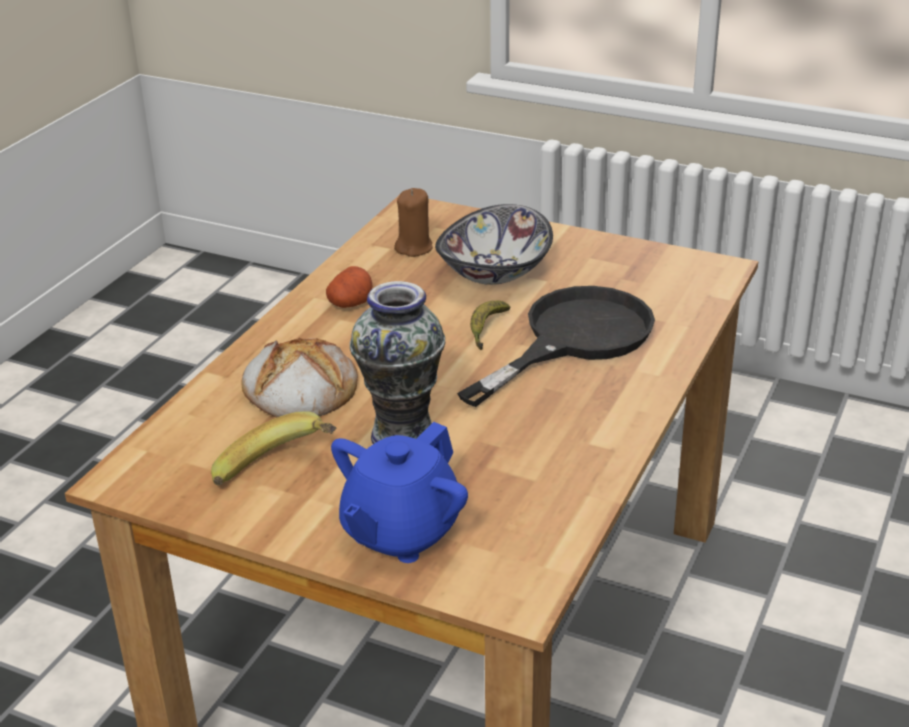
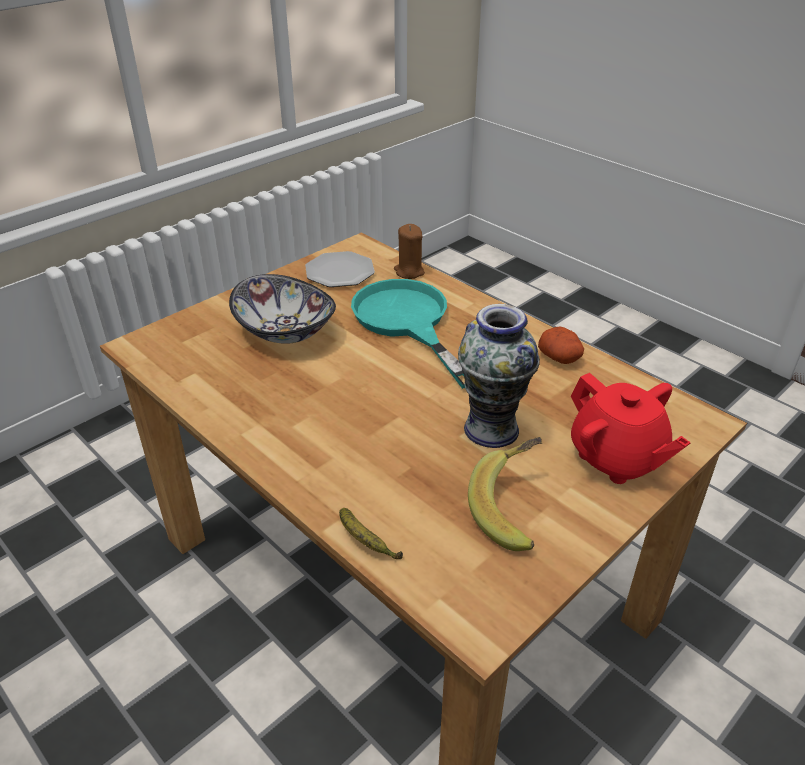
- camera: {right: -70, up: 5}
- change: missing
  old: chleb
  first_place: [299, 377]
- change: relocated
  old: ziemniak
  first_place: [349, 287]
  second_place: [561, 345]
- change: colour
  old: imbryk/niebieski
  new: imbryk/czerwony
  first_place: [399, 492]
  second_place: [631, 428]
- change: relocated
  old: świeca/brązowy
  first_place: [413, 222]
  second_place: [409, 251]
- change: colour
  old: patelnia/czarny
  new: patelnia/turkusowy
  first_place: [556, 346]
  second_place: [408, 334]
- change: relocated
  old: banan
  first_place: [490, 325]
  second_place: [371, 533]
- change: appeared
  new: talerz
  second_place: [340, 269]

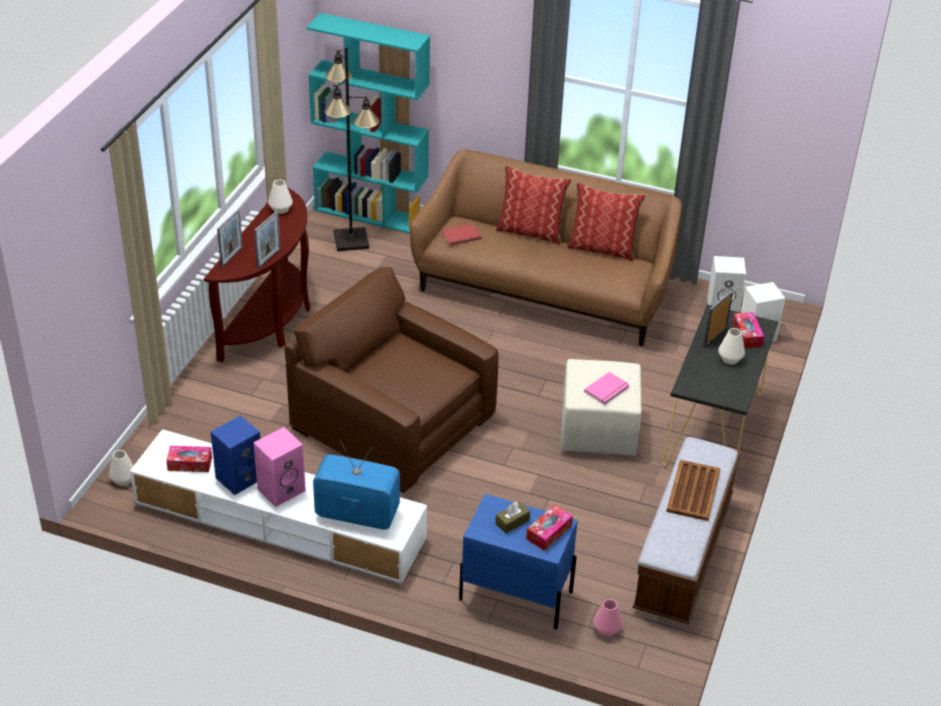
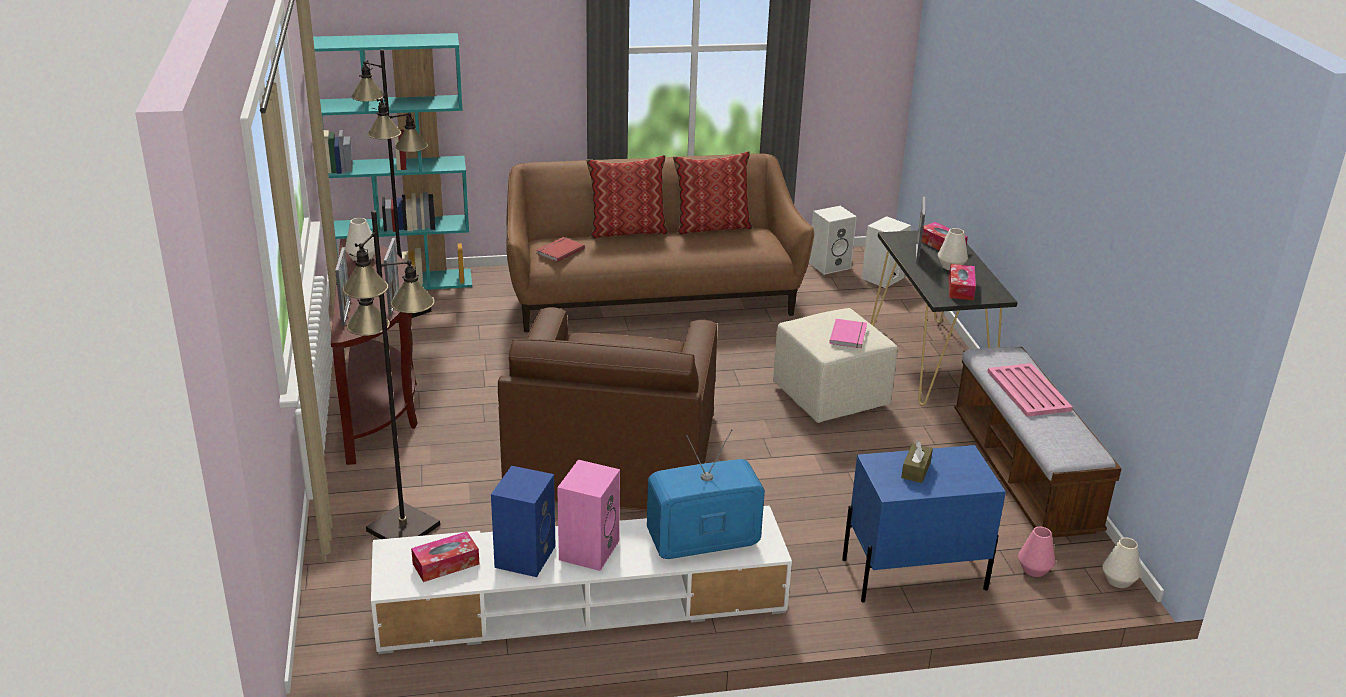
- camera: {right: -30, up: -10}
- change: relocated
  old: wazon/biały
  first_place: [121, 468]
  second_place: [1121, 562]
- change: spun
  old: fotel/brązowy
  first_place: [391, 380]
  second_place: [607, 409]
  degrees: -90
- change: relocated
  old: pudełko chusteczek
  first_place: [549, 527]
  second_place: [962, 282]
- change: colour
  old: taca/brązowy
  new: taca/różowy
  first_place: [693, 490]
  second_place: [1030, 390]
- change: appeared
  new: lampa stojąca/czarny
  second_place: [391, 375]

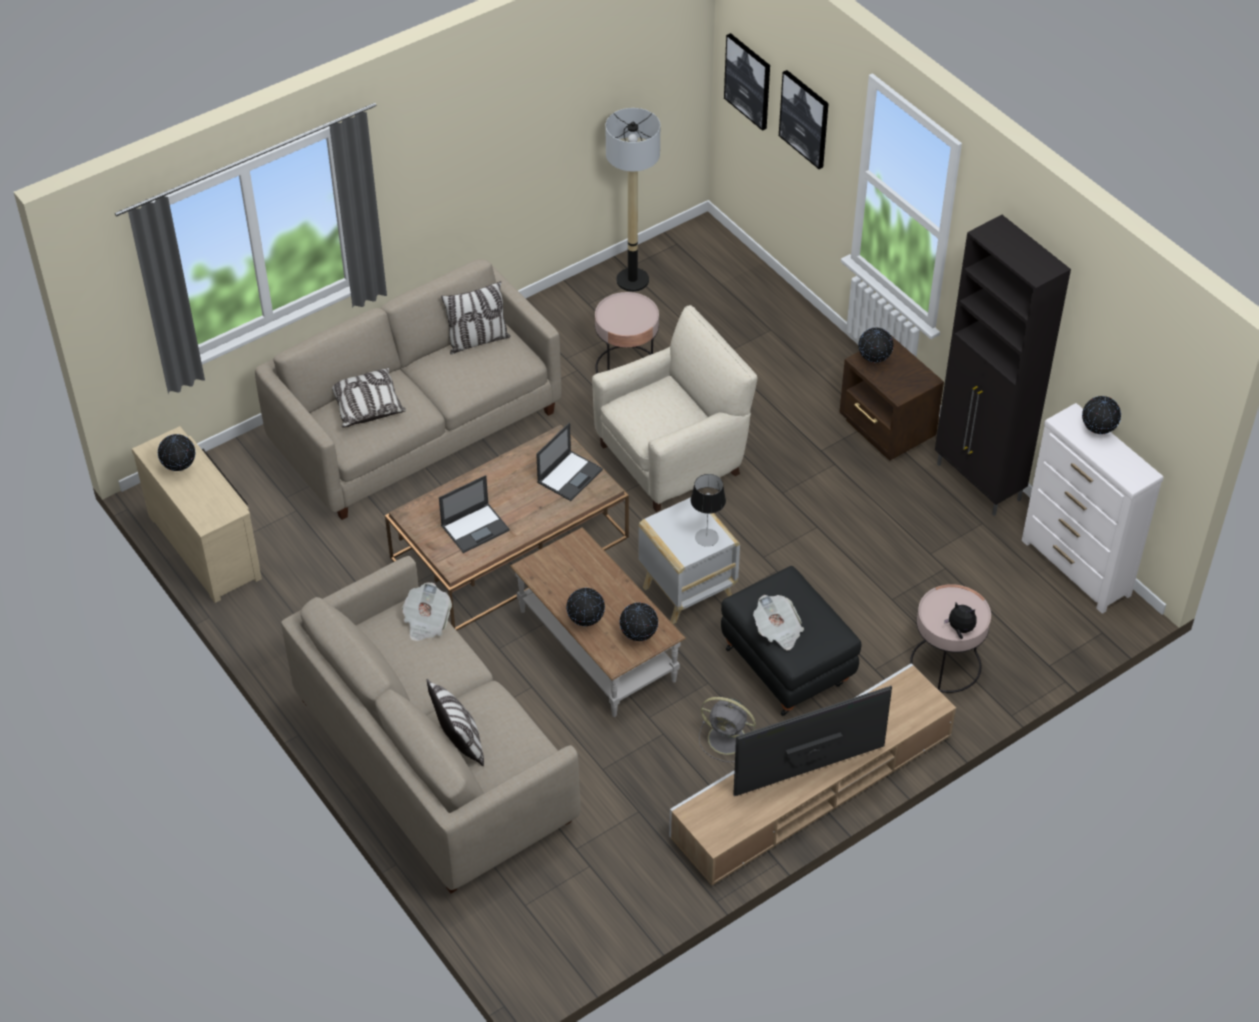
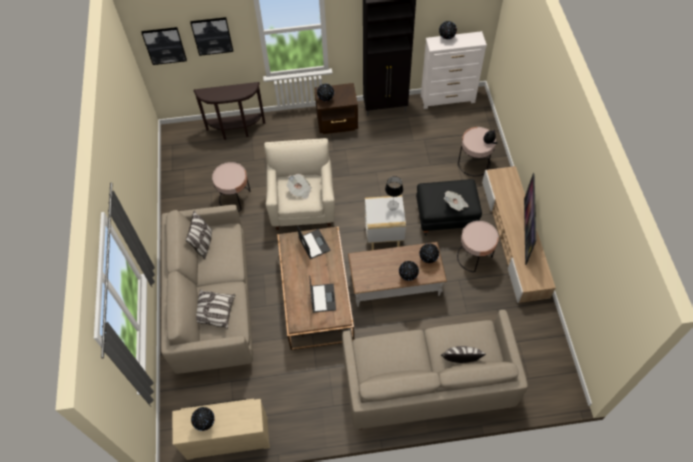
- camera: {right: -60, up: 10}
- change: relocated
  old: gazeta
  first_place: [427, 611]
  second_place: [299, 186]
- change: missing
  old: lampa stojąca
  first_place: [633, 200]
- change: exchanged
  old: wentylator/szary
  new: stolik/różowy
  first_place: [727, 729]
  second_place: [478, 246]
- change: appeared
  new: stolik konsolowy/brązowy
  second_place: [229, 111]

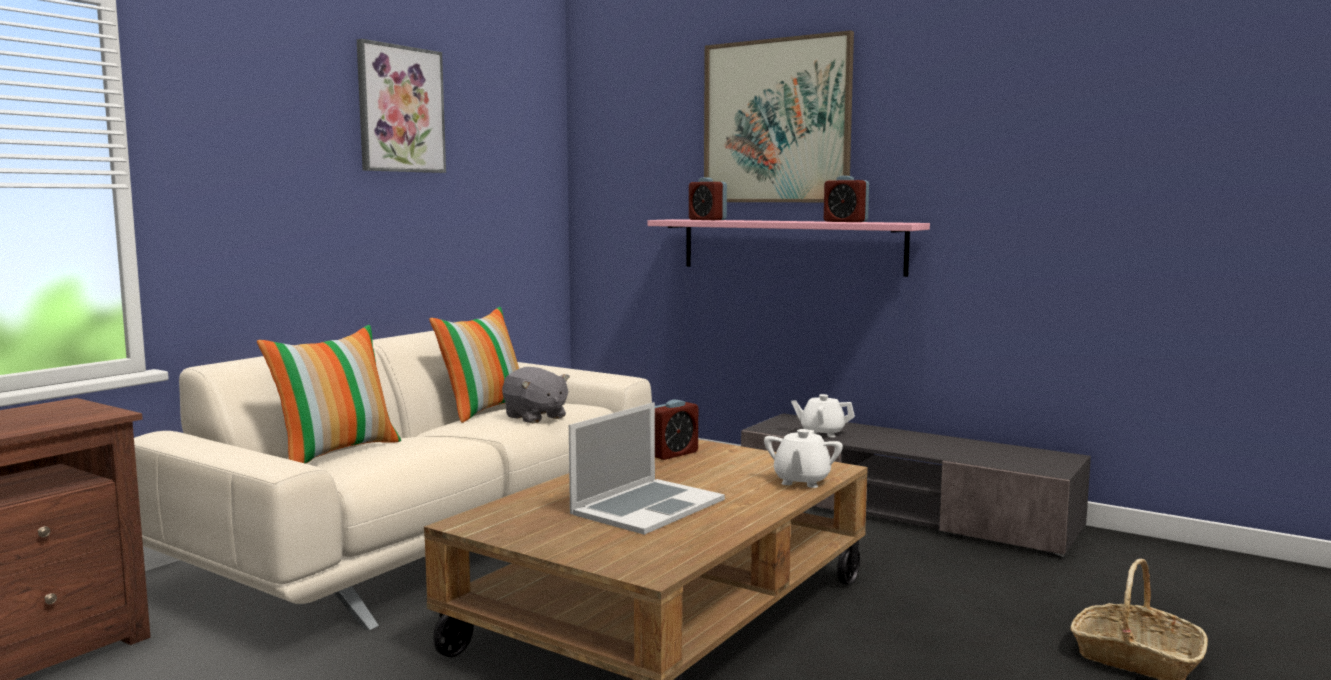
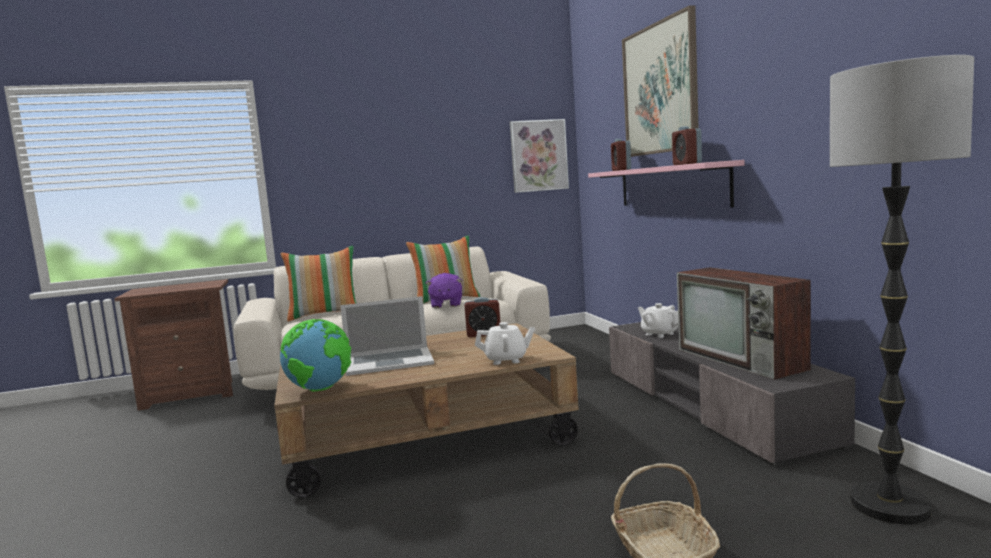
- camera: {right: 40, up: 0}
- change: relocated
  old: obraz
  first_place: [401, 106]
  second_place: [539, 156]
- change: colour
  old: pluszak/szary
  new: pluszak/fioletowy
  first_place: [536, 395]
  second_place: [444, 290]
- change: spun
  old: imbryk/biały
  first_place: [803, 458]
  second_place: [505, 343]
  degrees: -150
- change: appeared
  new: globus
  second_place: [315, 355]
- change: appeared
  new: telewizor
  second_place: [743, 323]
- change: appeared
  new: lampa stojąca
  second_place: [902, 289]

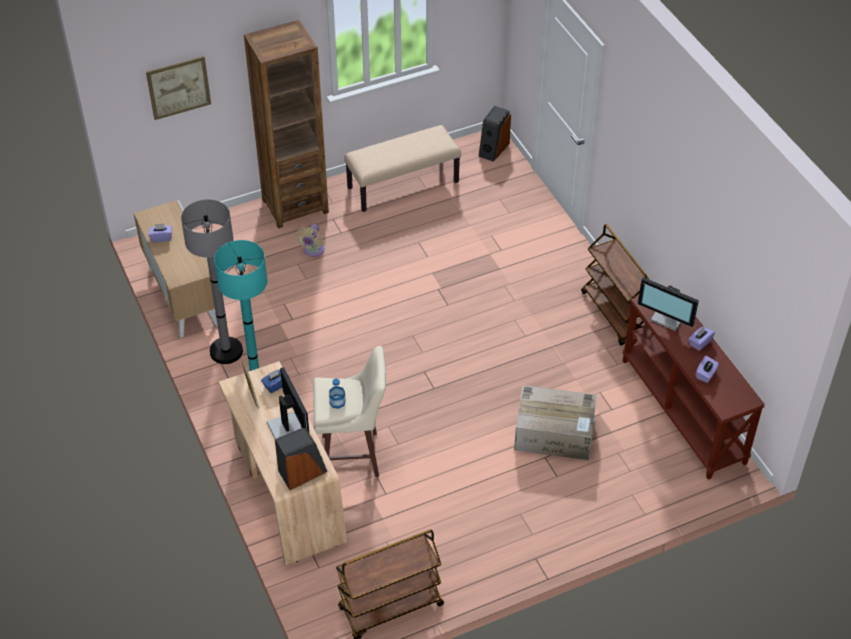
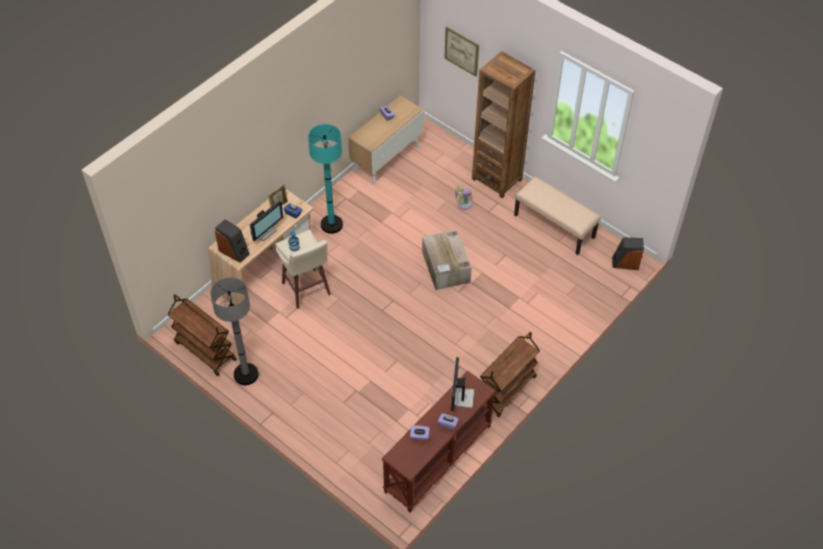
- camera: {right: 65, up: 5}
- change: relocated
  old: lampa stojąca/szary
  first_place: [212, 281]
  second_place: [234, 331]
- change: relocated
  old: karton
  first_place: [555, 422]
  second_place: [447, 260]

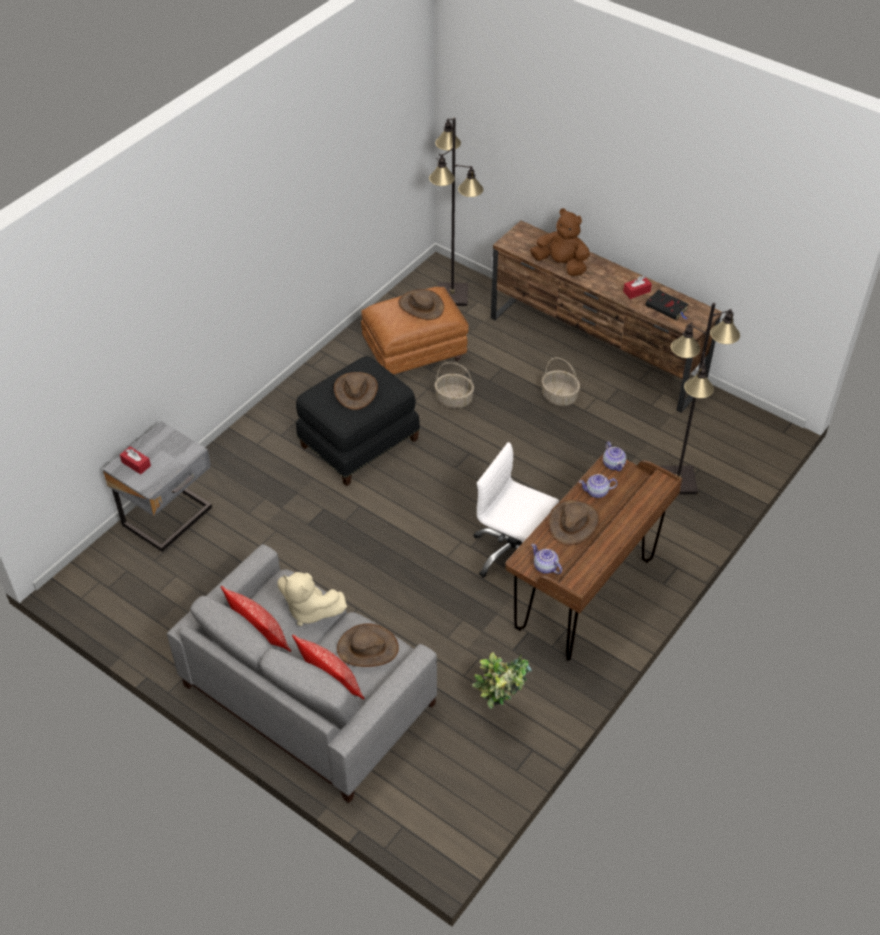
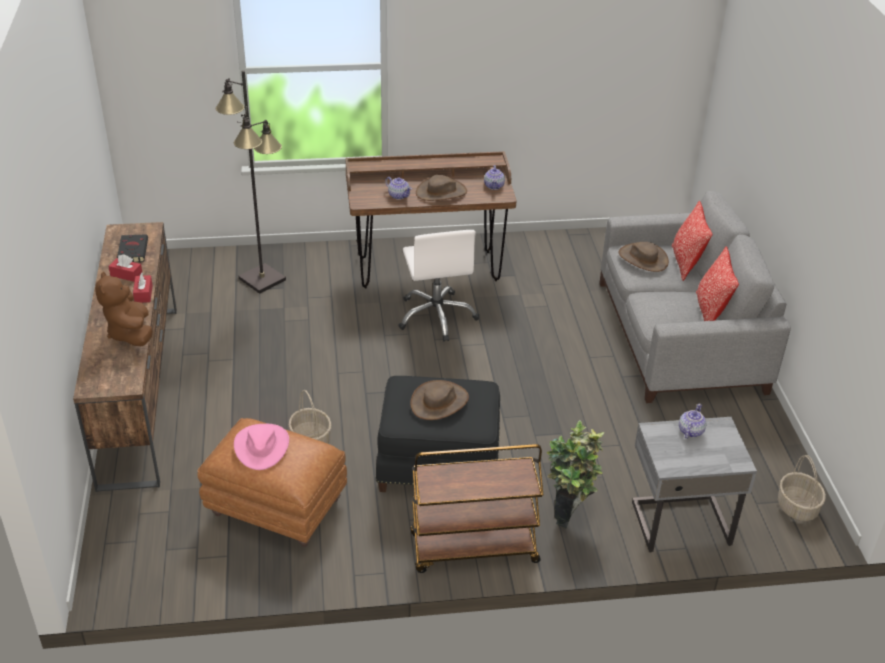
- camera: {right: -135, up: -10}
- change: relocated
  old: pudełko chusteczek/czerwony
  first_place: [135, 460]
  second_place: [143, 287]
- change: missing
  old: pluszak/beżowy
  first_place: [312, 599]
- change: colour
  old: kapelusz/brązowy
  new: kapelusz/różowy
  first_place: [421, 304]
  second_place: [261, 447]
- change: missing
  old: lampa stojąca/czarny
  first_place: [456, 212]
- change: relocated
  old: roślina doniczkowa
  first_place: [502, 680]
  second_place: [576, 474]
- change: relocated
  old: koszyk
  first_place: [561, 381]
  second_place: [802, 488]
- change: relocated
  old: imbryk
  first_place: [614, 456]
  second_place: [692, 421]
- change: appeared
  new: wózek/brązowy
  second_place: [476, 508]

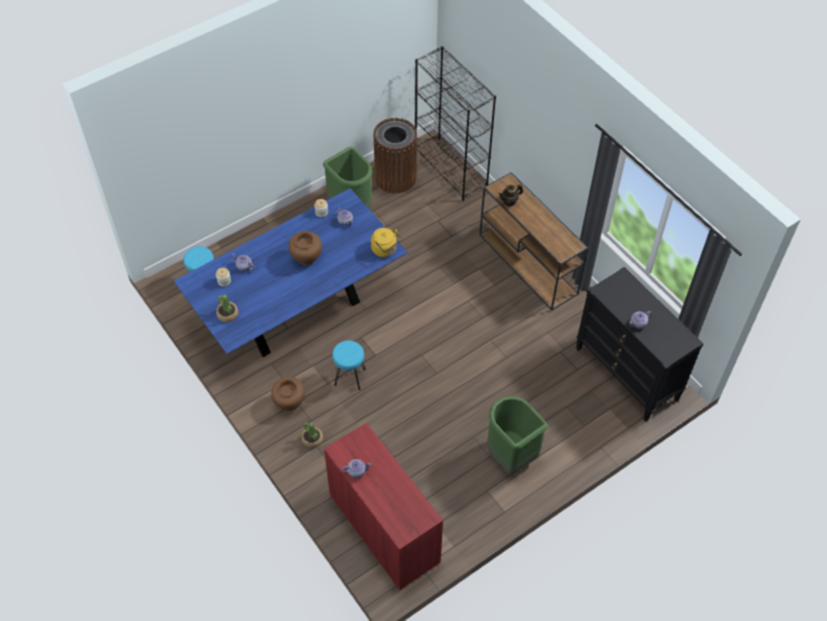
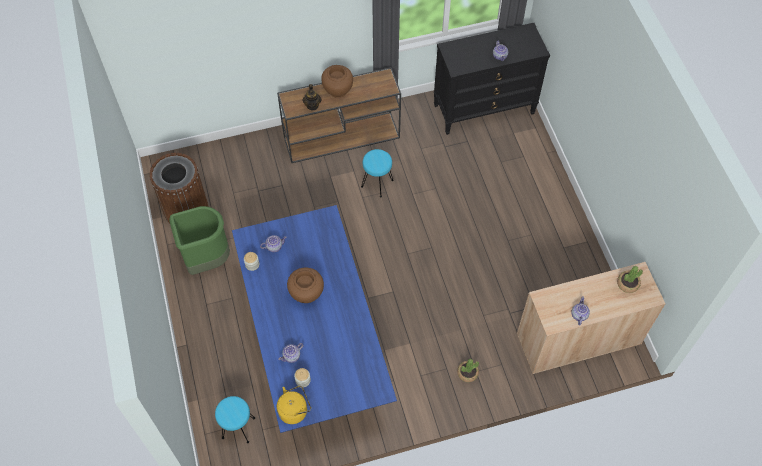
- camera: {right: -70, up: 5}
- change: relocated
  old: roślina doniczkowa
  first_place: [227, 308]
  second_place: [630, 279]
- change: relocated
  old: wazon/brązowy
  first_place: [288, 394]
  second_place: [337, 81]
- change: colour
  old: szafka/czerwony
  new: szafka/beżowy
  first_place: [383, 506]
  second_place: [591, 318]
- change: relocated
  old: stołek/turkusowy
  first_place: [349, 365]
  second_place: [377, 173]
- change: relocated
  old: czajnik/żółty
  first_place: [386, 242]
  second_place: [294, 405]
- change: missing
  old: regał/czarny
  first_place: [455, 123]
- change: missing
  old: kosz na śmieci/zielony
  first_place: [517, 435]

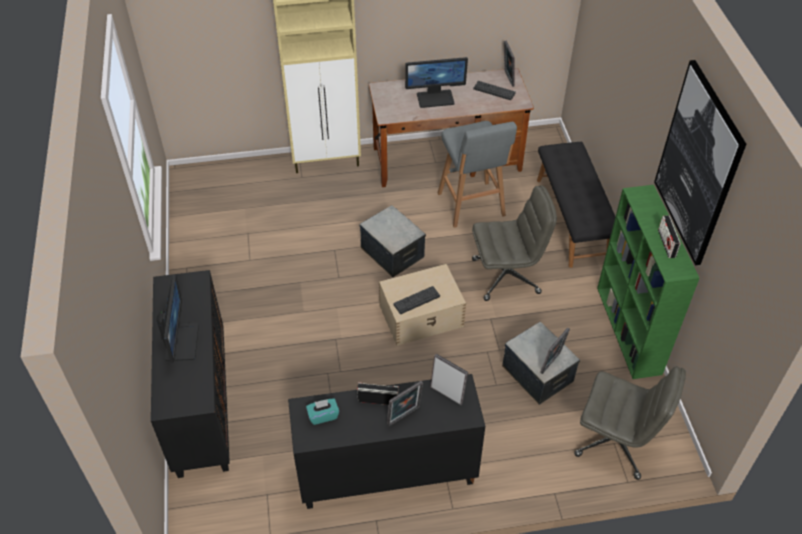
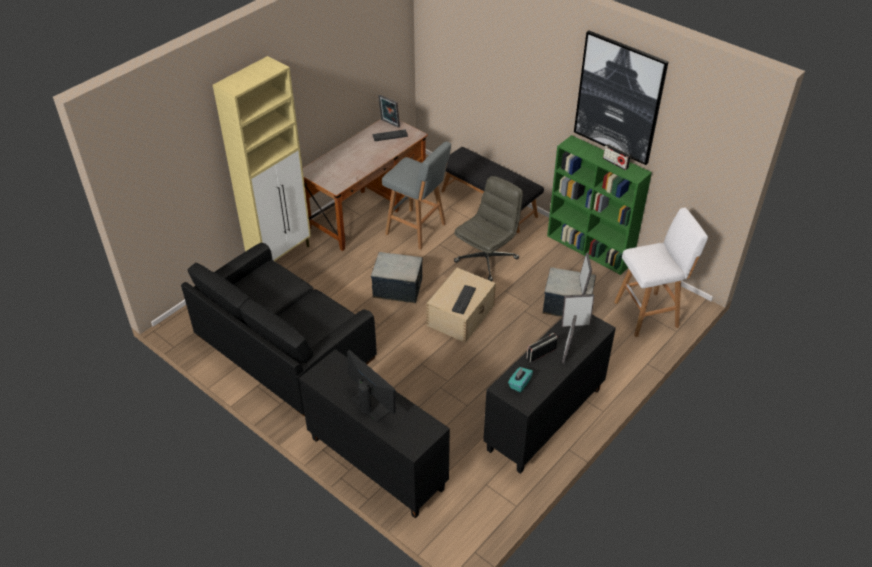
- camera: {right: -40, up: -5}
- change: missing
  old: monitor
  first_place: [436, 82]
- change: exchanged
  old: krzesło biurowe/szary
  new: stołek/biały
  first_place: [630, 423]
  second_place: [661, 272]
- change: appeared
  new: kanapa/czarny
  second_place: [279, 329]

